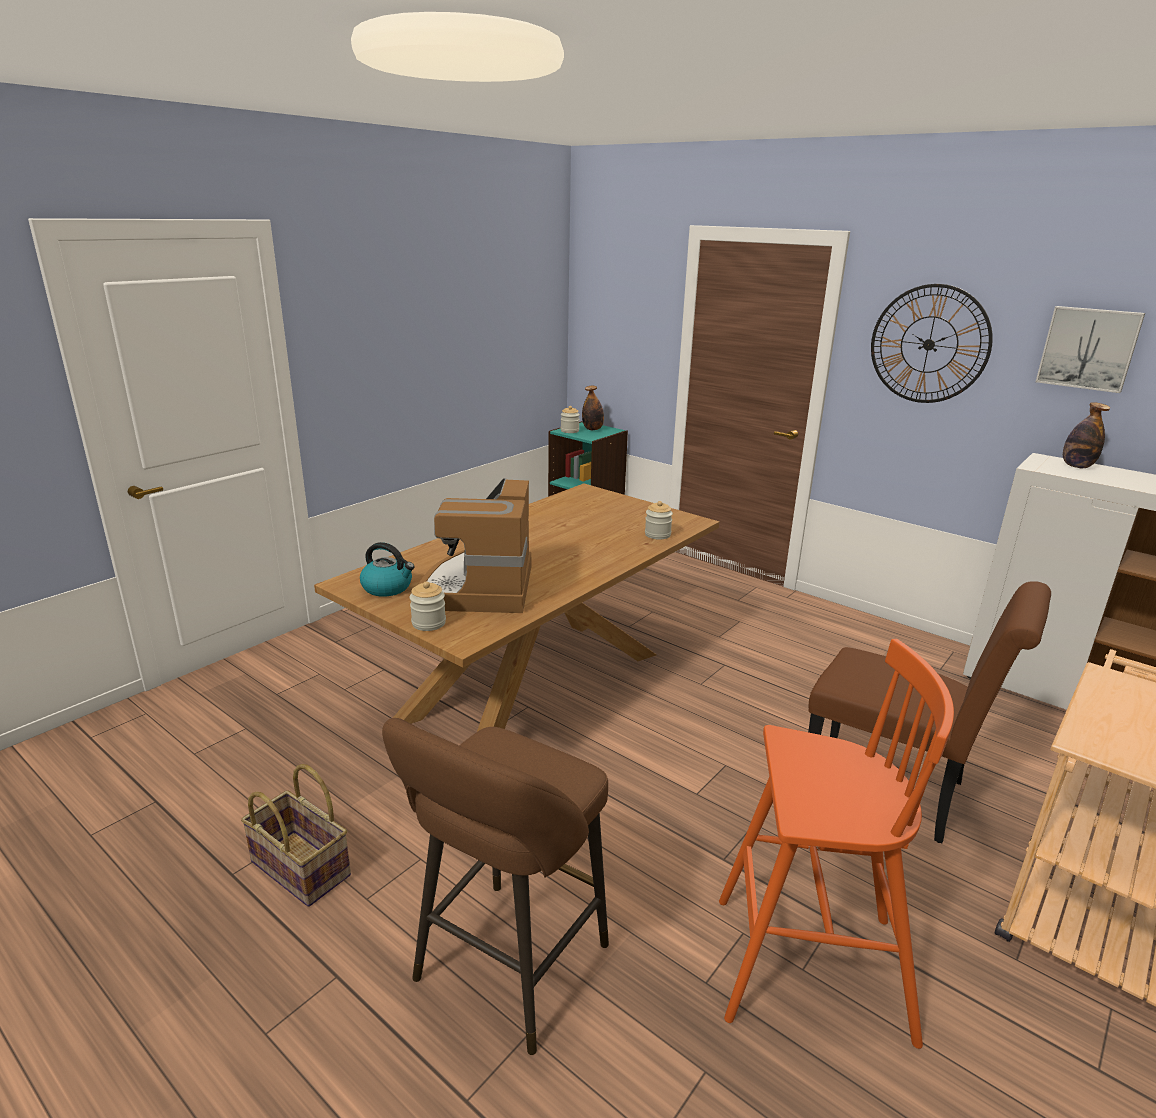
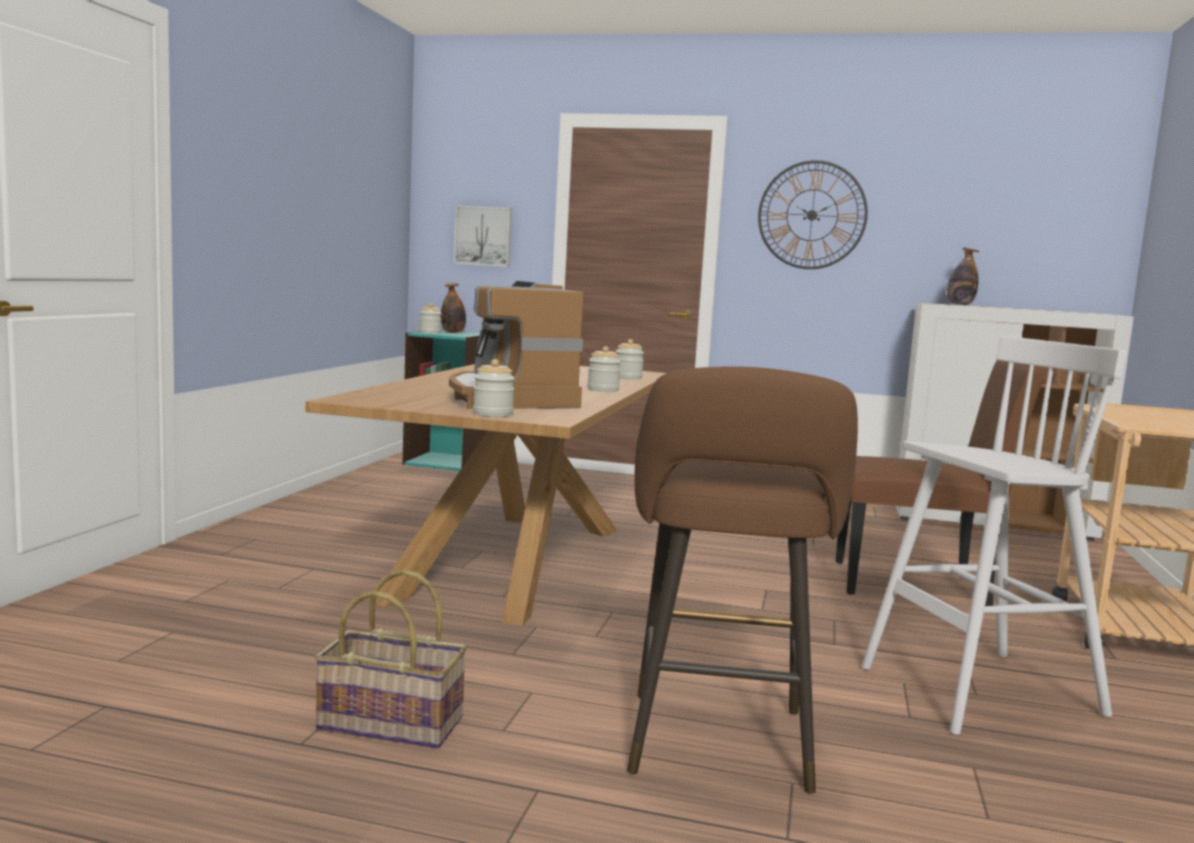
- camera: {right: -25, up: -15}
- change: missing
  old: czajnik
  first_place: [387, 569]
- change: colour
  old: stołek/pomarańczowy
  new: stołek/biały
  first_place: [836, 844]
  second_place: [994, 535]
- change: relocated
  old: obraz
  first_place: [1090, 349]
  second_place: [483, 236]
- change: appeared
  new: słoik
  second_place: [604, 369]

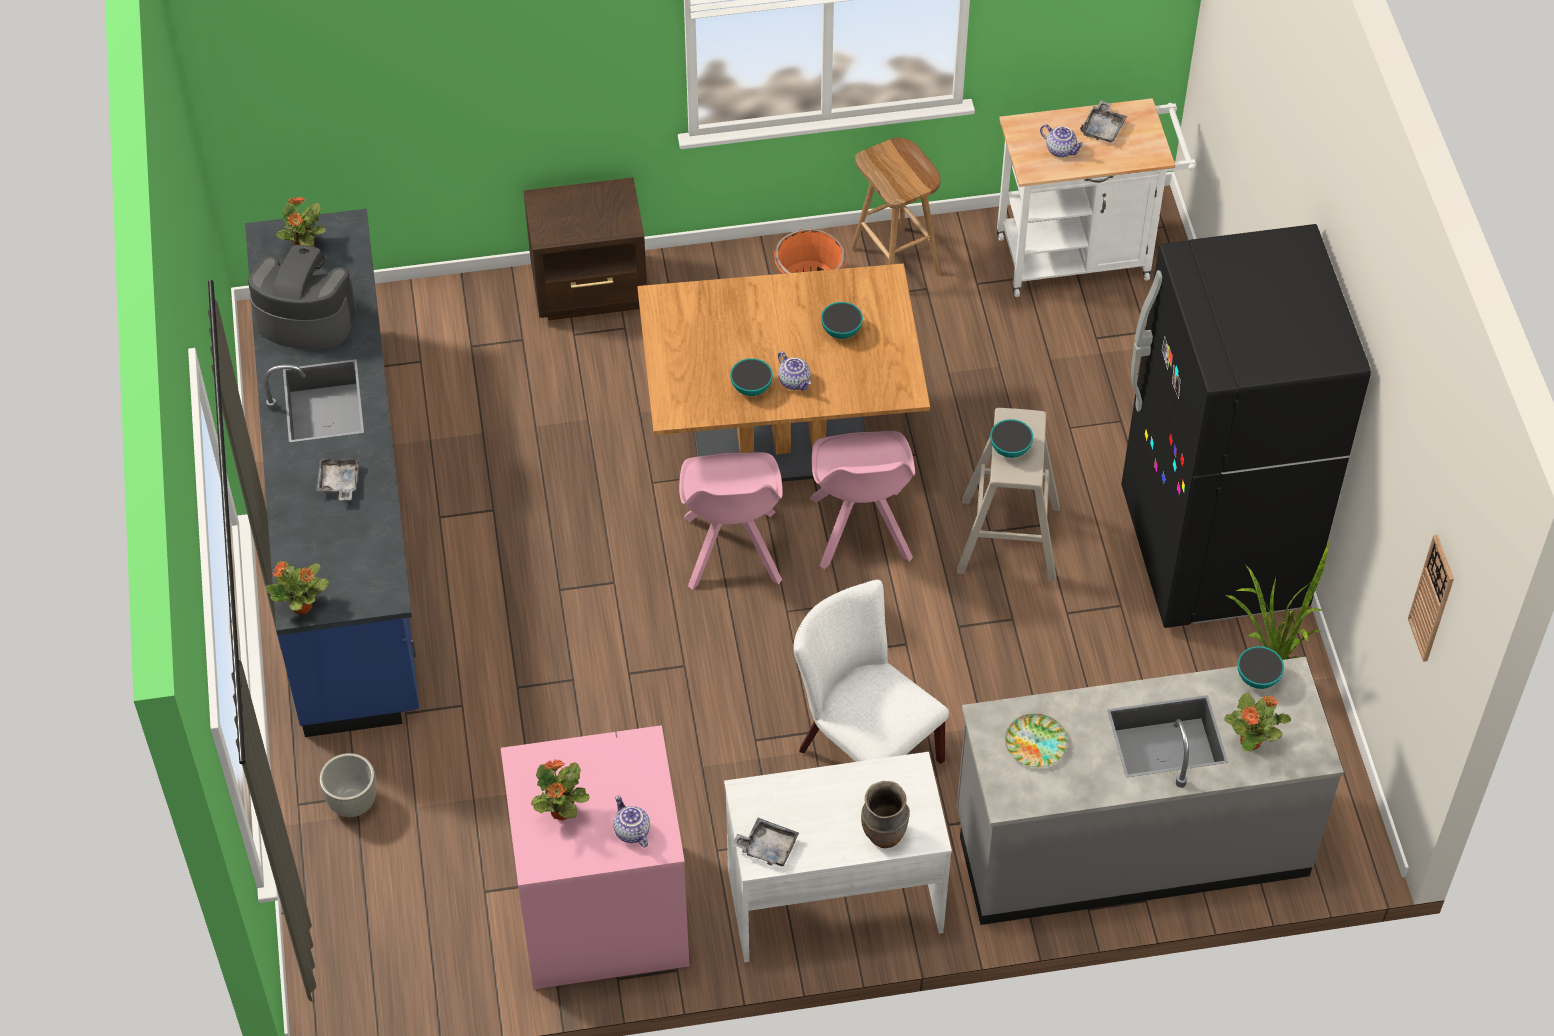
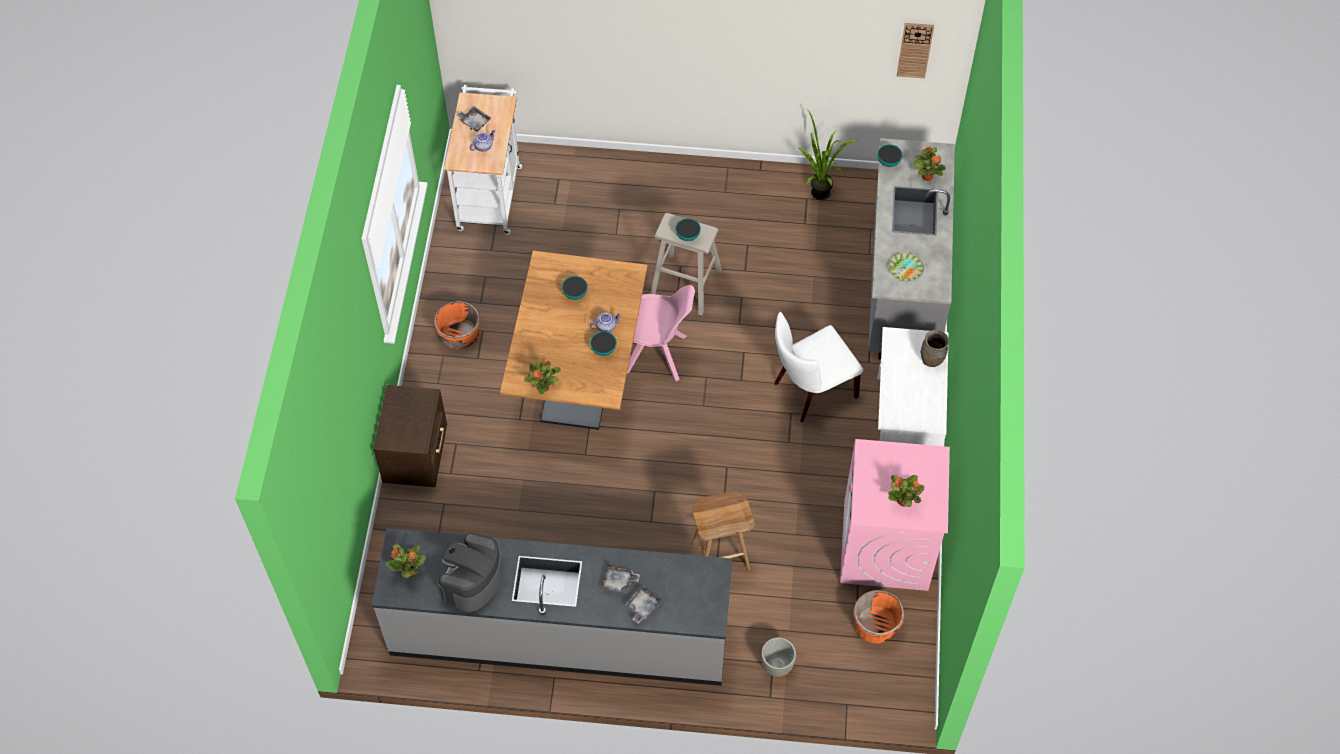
- camera: {right: -75, up: 5}
- change: colour
  old: zabudowa kuchenna/niebieski
  new: zabudowa kuchenna/szary
  first_place: [332, 473]
  second_place: [552, 607]
- change: relocated
  old: roślina doniczkowa
  first_place: [297, 588]
  second_place: [542, 377]
- change: missing
  old: imbryk
  first_place: [631, 821]
- change: missing
  old: krzesło/różowy
  first_place: [731, 521]
- change: relocated
  old: taca/szary
  first_place: [765, 842]
  second_place: [643, 604]
- change: relocated
  old: stołek/brązowy
  first_place: [896, 206]
  second_place: [722, 530]
- change: missing
  old: lodówka/czarny
  first_place: [1246, 426]
- change: appeared
  new: donica/pomarańczowy
  second_place: [879, 617]

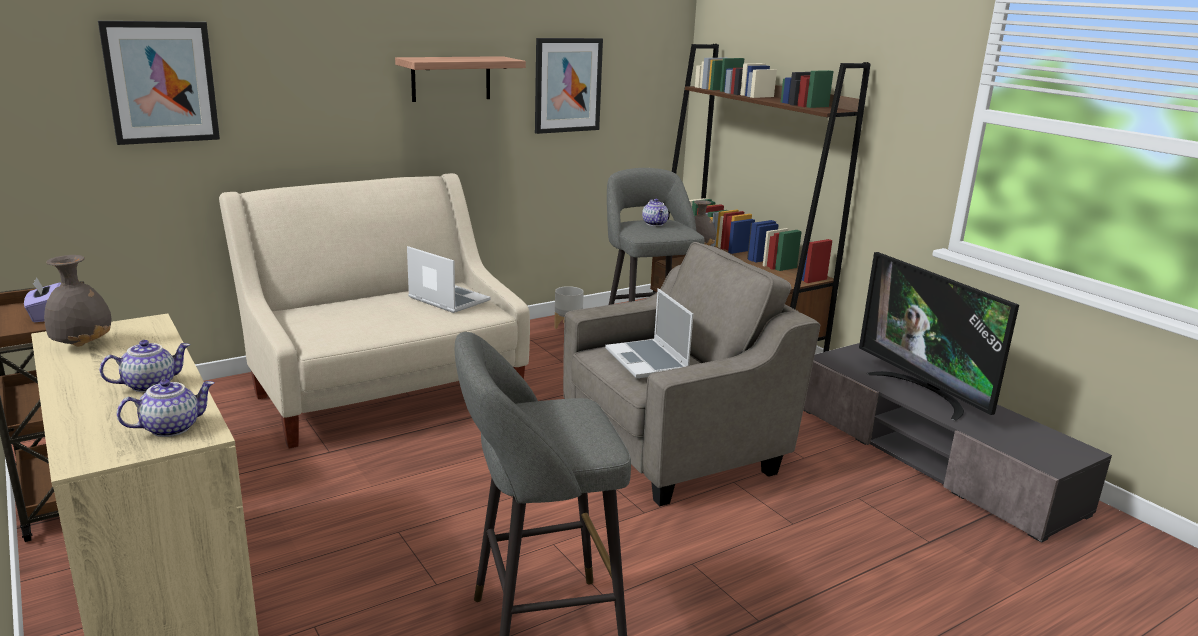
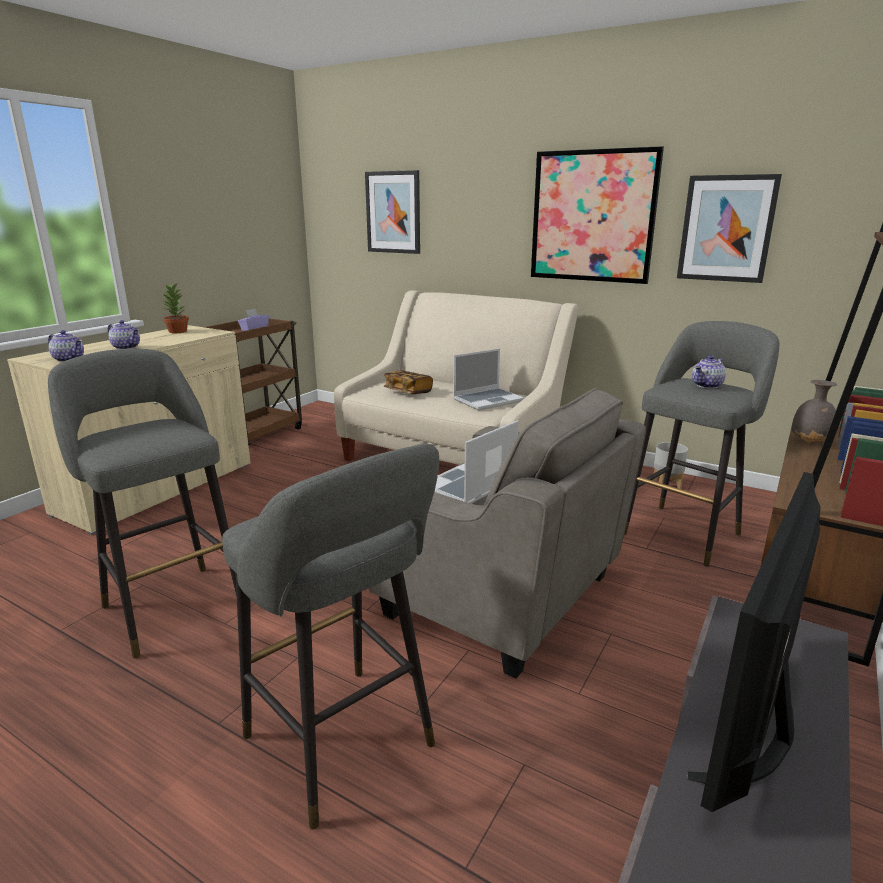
- camera: {right: 65, up: 0}
- change: exchanged
  old: wazon/szary
  new: roślina doniczkowa
  first_place: [78, 301]
  second_place: [174, 307]
- change: exchanged
  old: półka
  new: obraz
  first_place: [460, 79]
  second_place: [597, 215]
- change: spun
  old: laptop
  first_place: [449, 279]
  second_place: [488, 379]
  degrees: 45
- change: appeared
  new: stołek/szary
  second_place: [330, 637]
- change: appeared
  new: książka
  second_place: [408, 382]

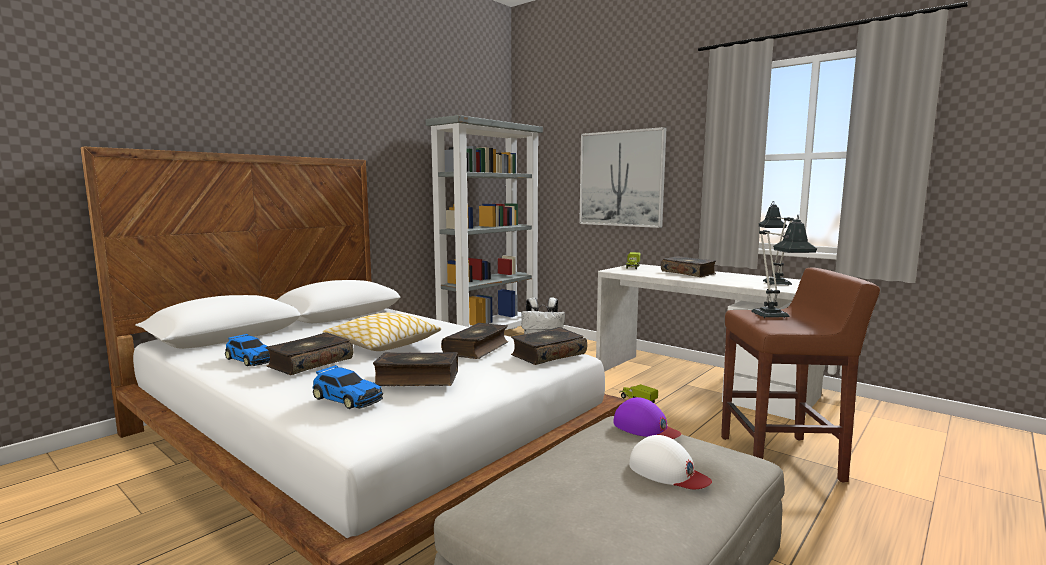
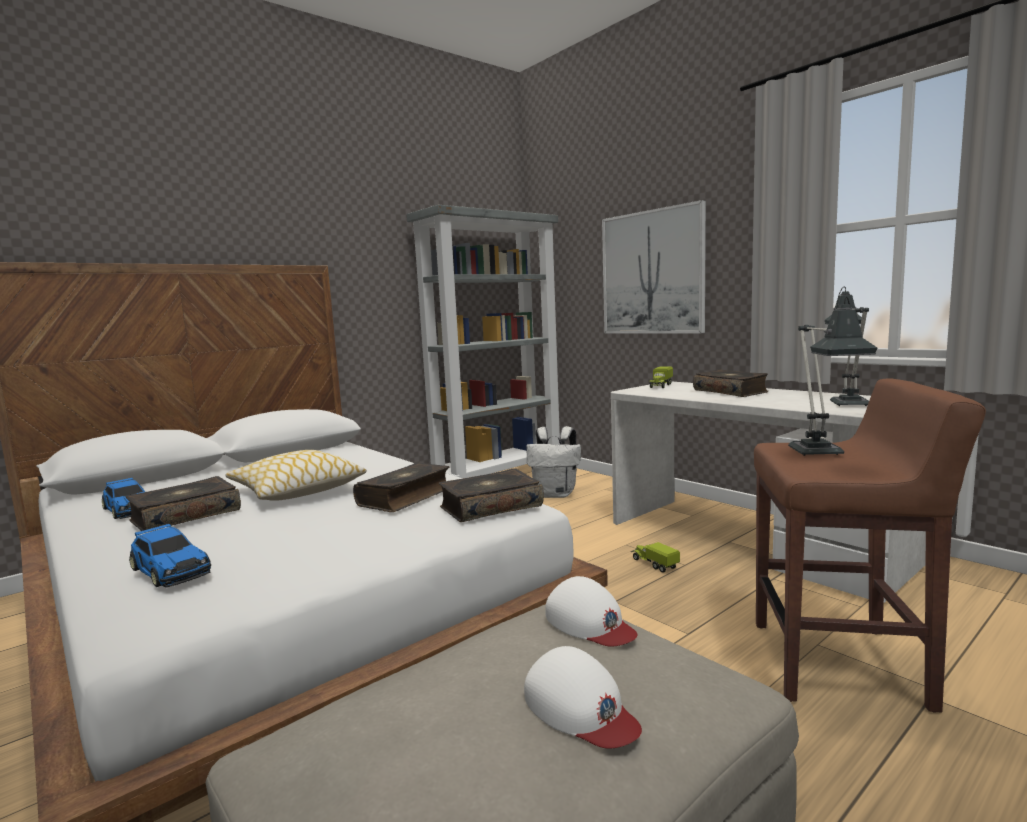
- camera: {right: 10, up: 0}
- change: missing
  old: książka
  first_place: [415, 369]
- change: colour
  old: czapka z daszkiem/fioletowy
  new: czapka z daszkiem/biały
  first_place: [647, 418]
  second_place: [591, 611]

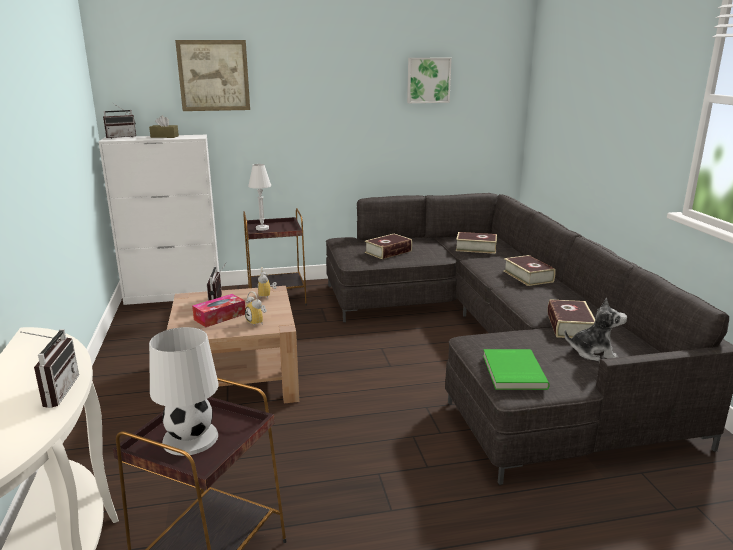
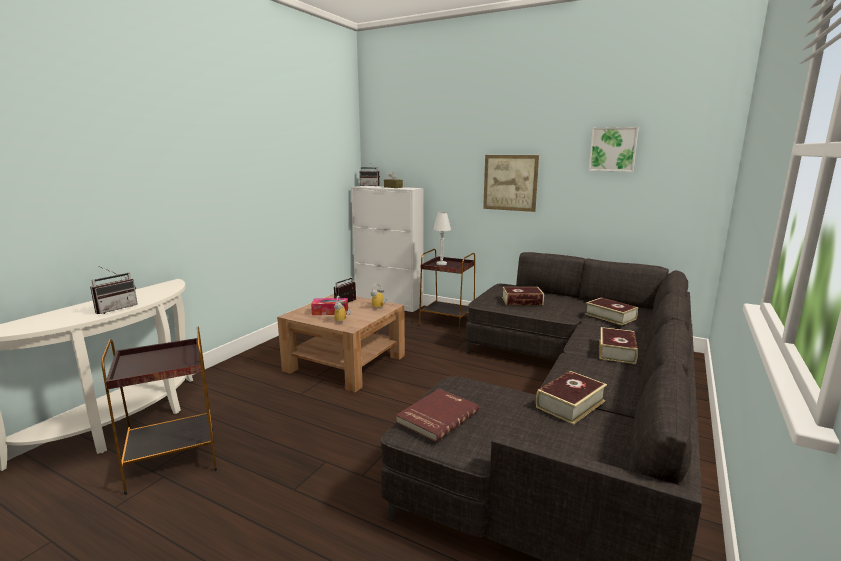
- camera: {right: 40, up: -5}
- change: missing
  old: lampa stołowa/biały
  first_place: [184, 391]
- change: relocated
  old: obraz
  first_place: [212, 75]
  second_place: [511, 183]
- change: colour
  old: książka/zielony
  new: książka/czerwony
  first_place: [516, 369]
  second_place: [437, 415]
- change: missing
  old: pluszak
  first_place: [595, 329]

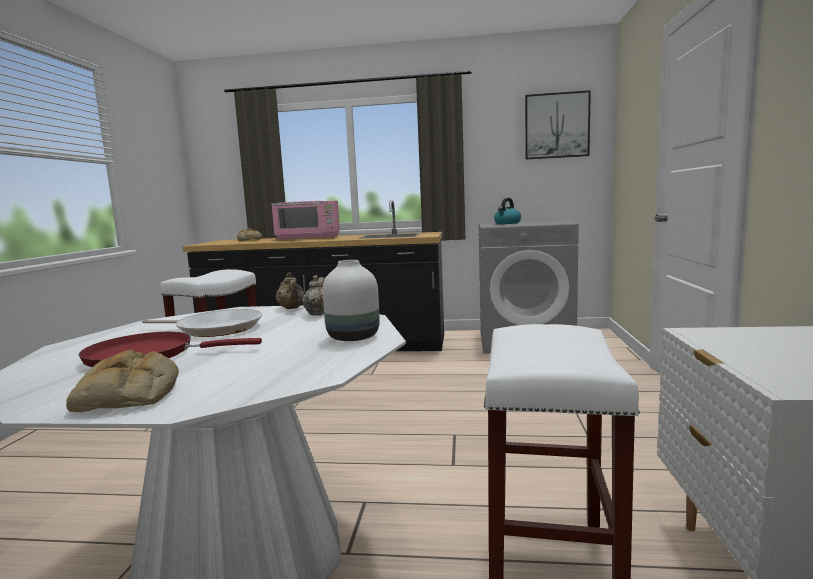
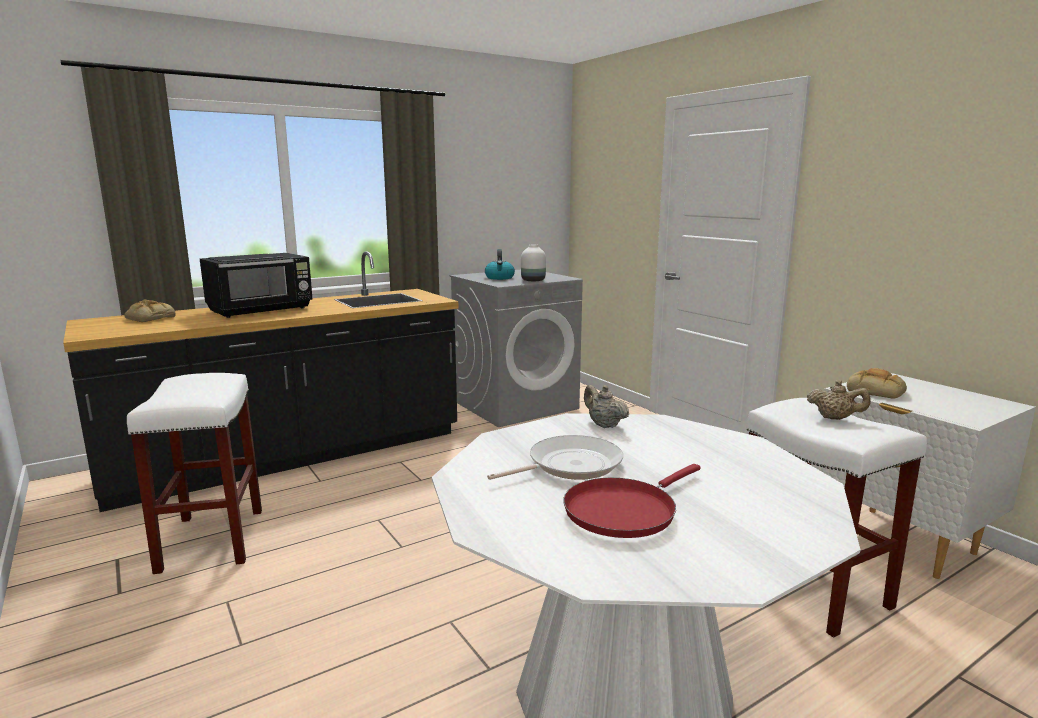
- camera: {right: -40, up: 5}
- change: relocated
  old: chleb
  first_place: [122, 381]
  second_place: [877, 383]
- change: colour
  old: mikrofalówka/różowy
  new: mikrofalówka/czarny
  first_place: [305, 221]
  second_place: [256, 285]
- change: relocated
  old: imbryk/beżowy
  first_place: [290, 290]
  second_place: [839, 400]
- change: relocated
  old: wazon/biały
  first_place: [351, 300]
  second_place: [533, 263]
- change: missing
  old: obraz
  first_place: [558, 125]

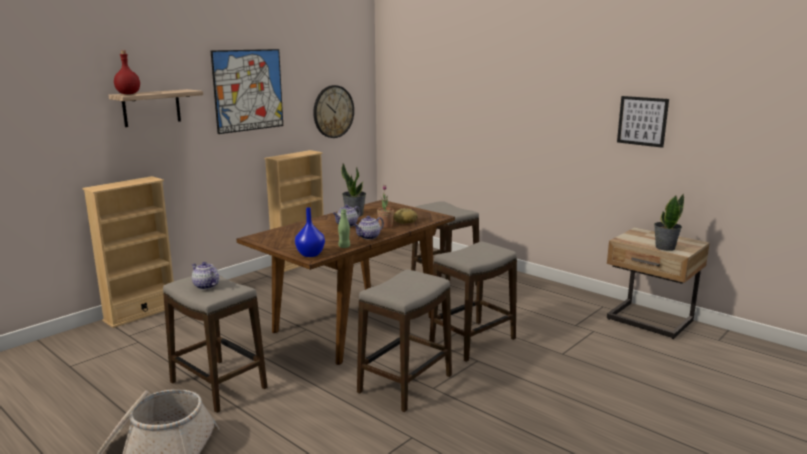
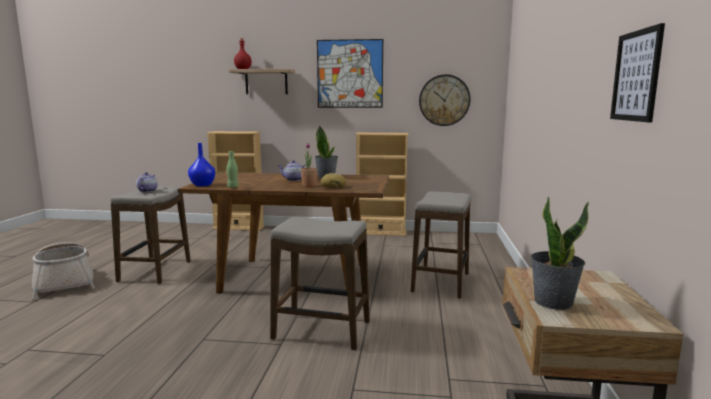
- camera: {right: 55, up: -5}
- change: missing
  old: imbryk
  first_place: [369, 228]
- change: missing
  old: stołek
  first_place: [404, 340]

